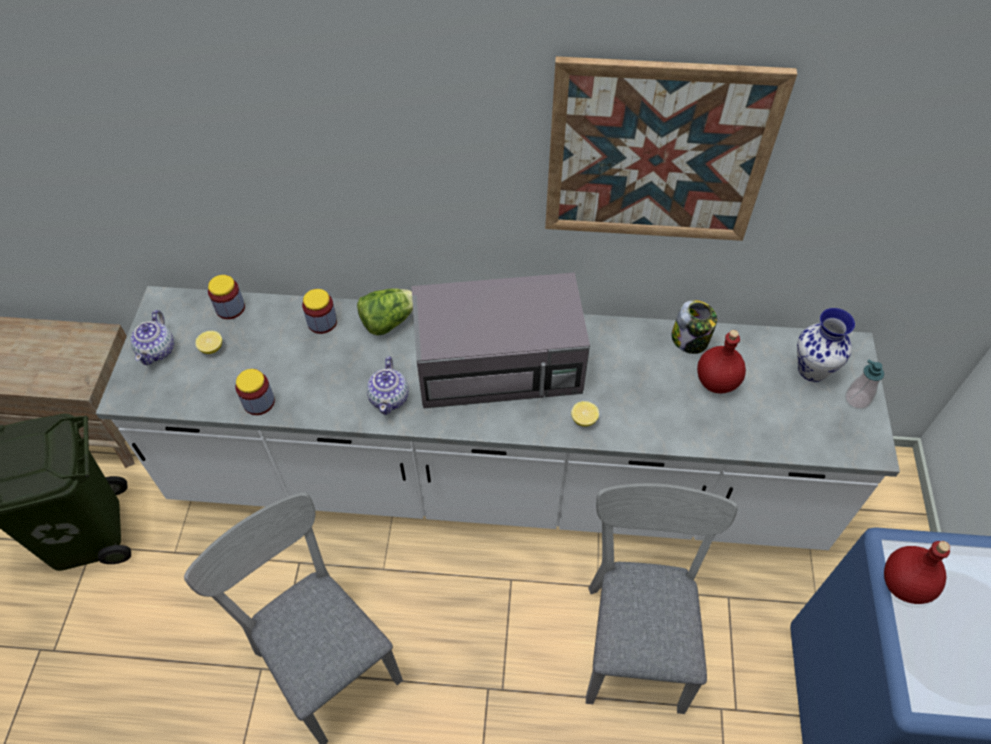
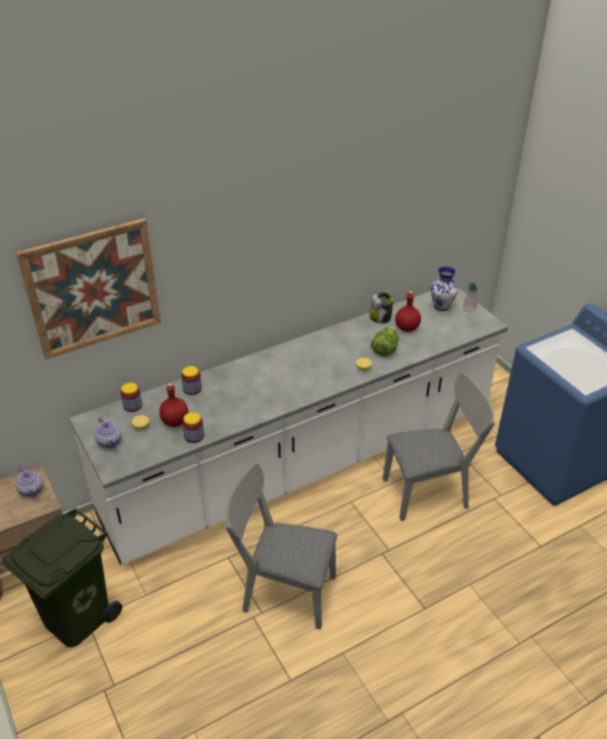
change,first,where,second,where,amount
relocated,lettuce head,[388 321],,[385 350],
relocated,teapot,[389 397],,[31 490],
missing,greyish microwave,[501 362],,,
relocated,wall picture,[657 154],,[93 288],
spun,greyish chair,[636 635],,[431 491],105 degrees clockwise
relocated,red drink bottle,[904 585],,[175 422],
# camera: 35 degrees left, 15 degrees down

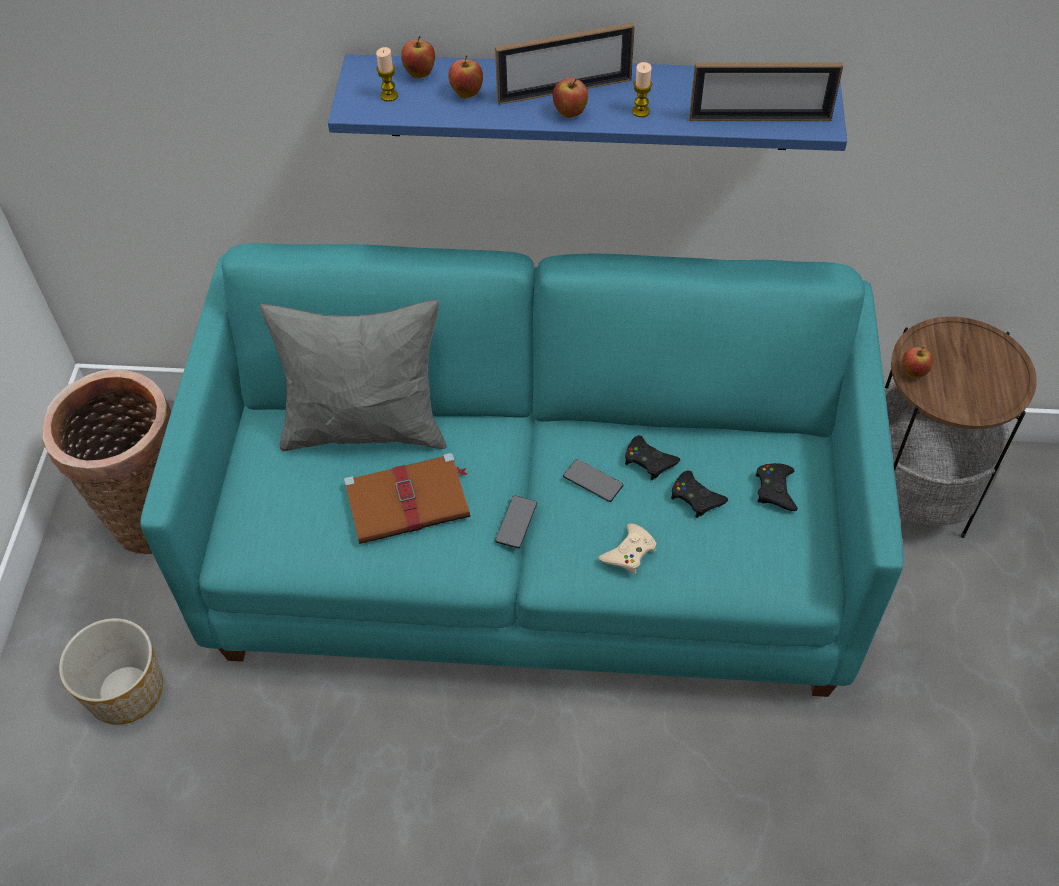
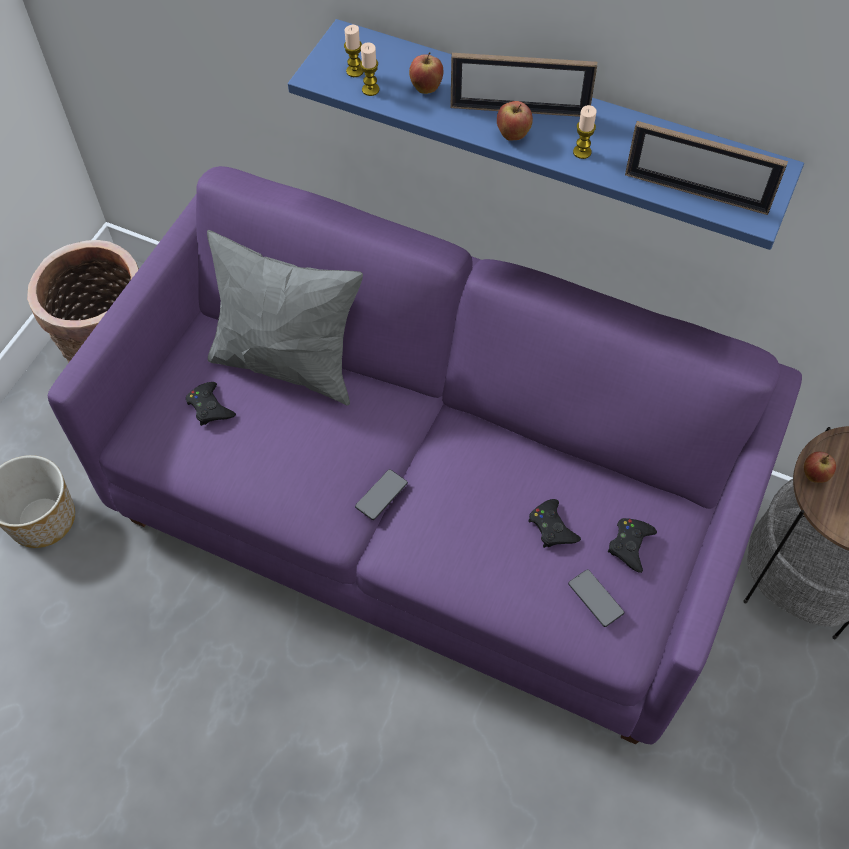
change,first,where,second,where,amount
colour,turquoise-coloured sofa,[532 549],purple sofa,[426 512],
missing,brown-coloured bound book,[409 501],,,
missing,whole apple,[420 74],,,
relocated,phone,[593 481],,[595 598],
missing,beige-coloured gamepad,[629 552],,,
relocated,blackish gamepad,[649 461],,[210 407],
appeared,,,wax light,[370 89],
# camera: 20 degrees right, 5 degrees up

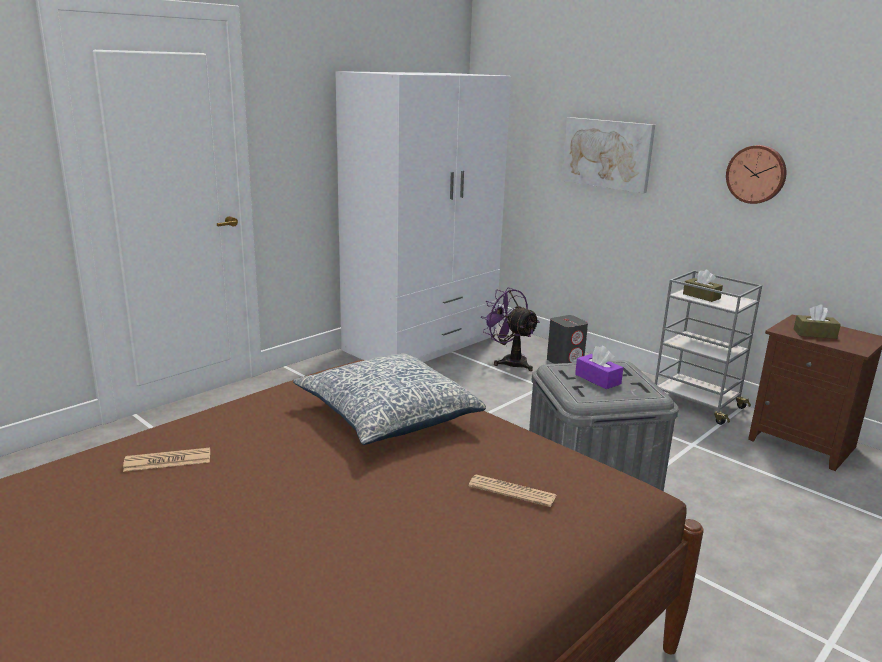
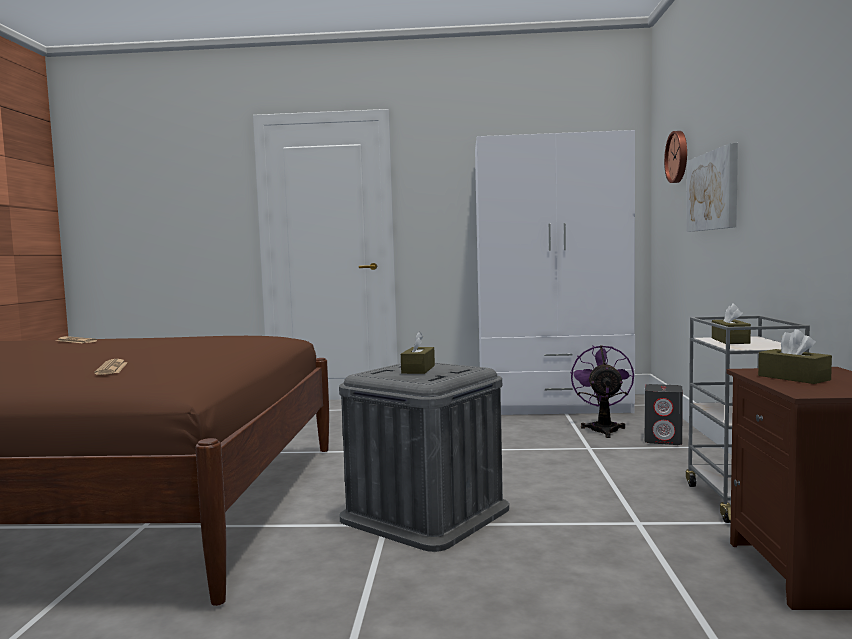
change,first,where,second,where,amount
missing,throw pillow,[386 416],,,
colour,purple tissue box,[597 379],brown-coloured tissue box,[418 369],
relocated,clock on the wall,[756 174],,[678 157],
# camera: 50 degrees right, 15 degrees down

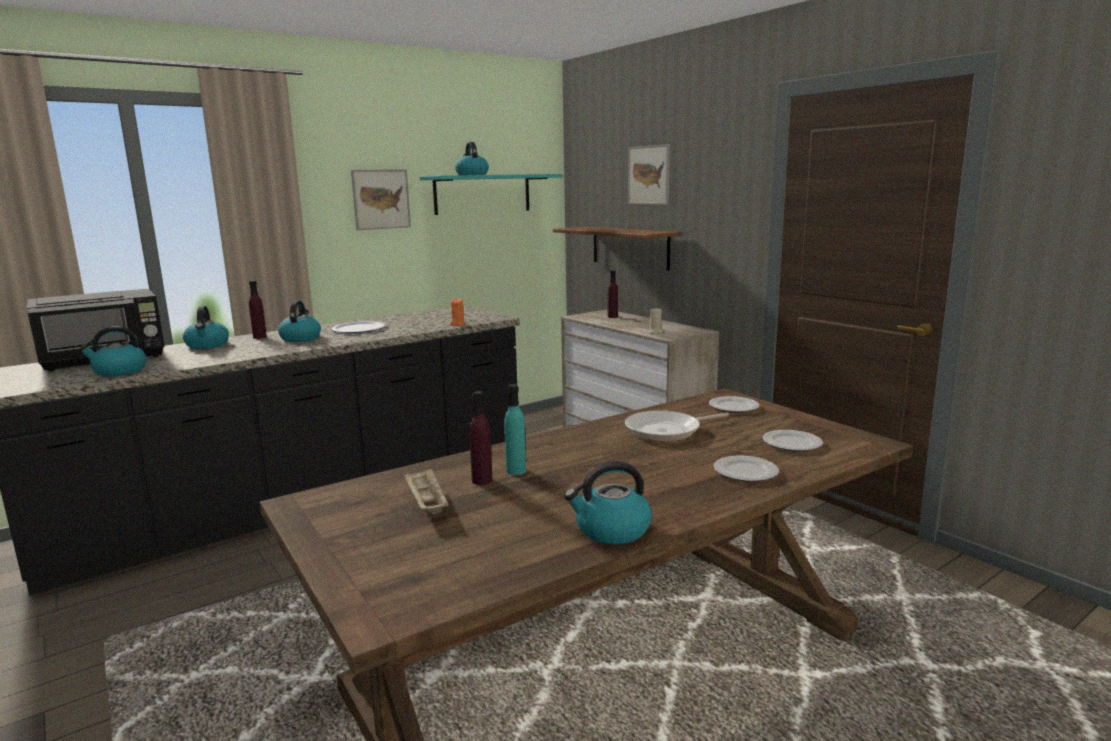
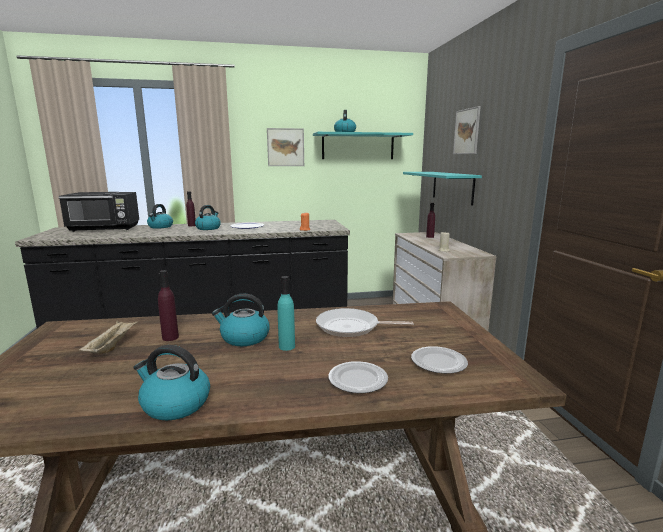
change,first,where,second,where,amount
relocated,kettle,[119 371],,[244 338],
relocated,turquoise-coloured drink bottle,[516 471],,[287 346],
colour,brown-coloured shelf,[630 247],turquoise-coloured shelf,[452 187],
missing,plate,[734 407],,,
# camera: 25 degrees right, 0 degrees up

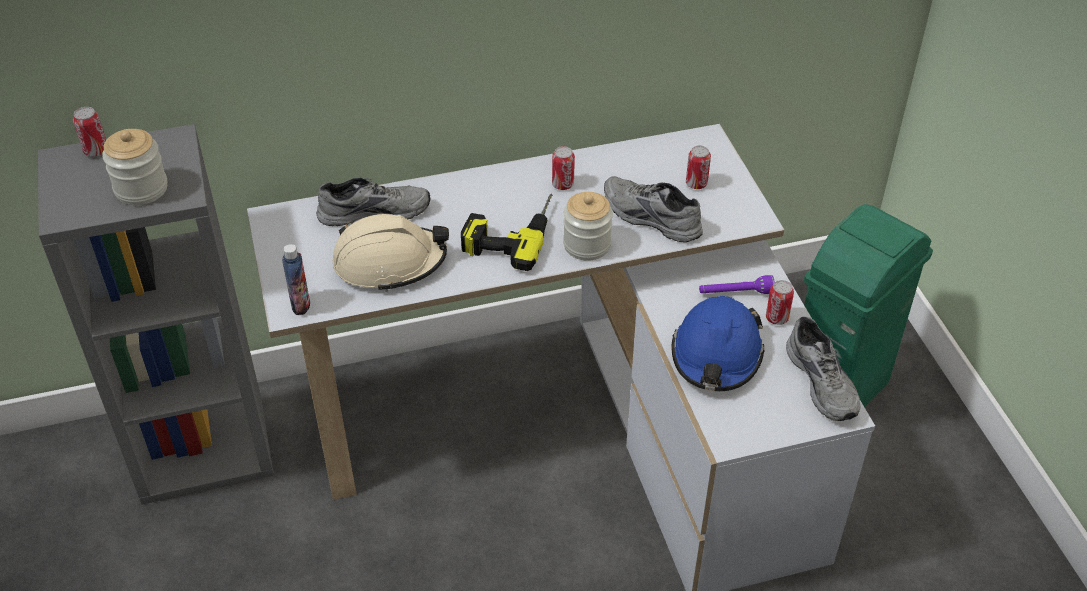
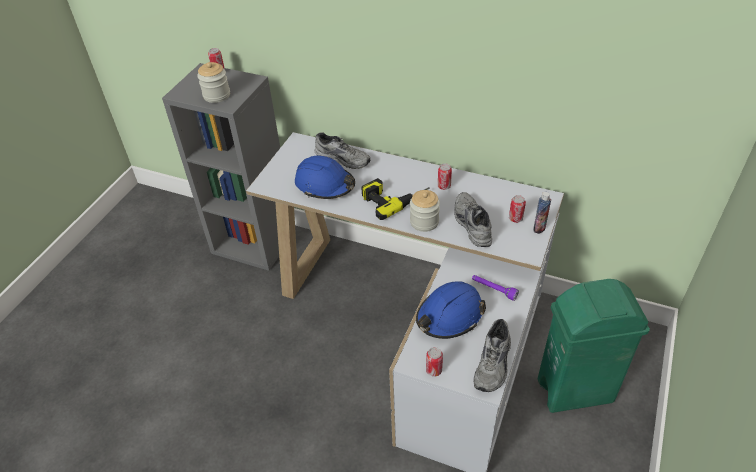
change,first,where,second,where,amount
relocated,drink bottle,[300 305],,[539 228],
colour,beige-coloured work helmet,[390 263],blue-coloured work helmet,[325 185],
relocated,metal can,[776 318],,[434 370],
# camera: 40 degrees right, 0 degrees up

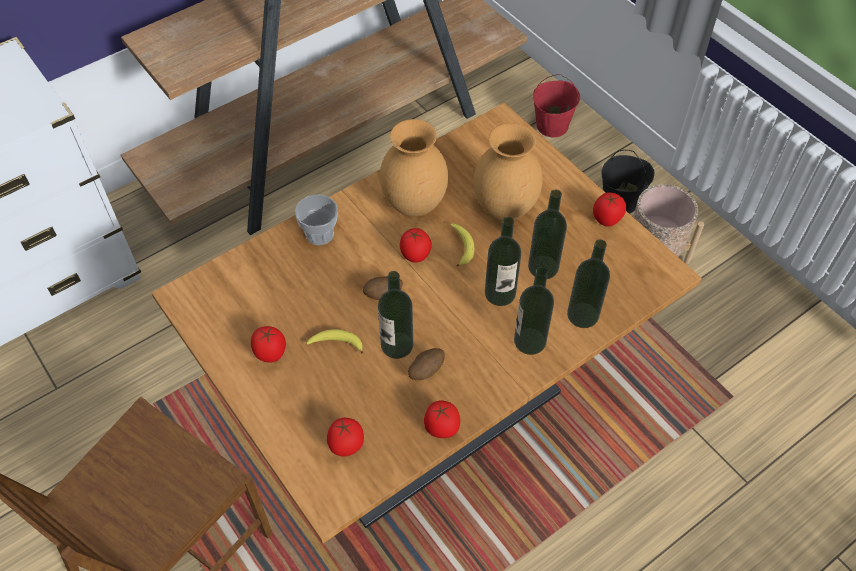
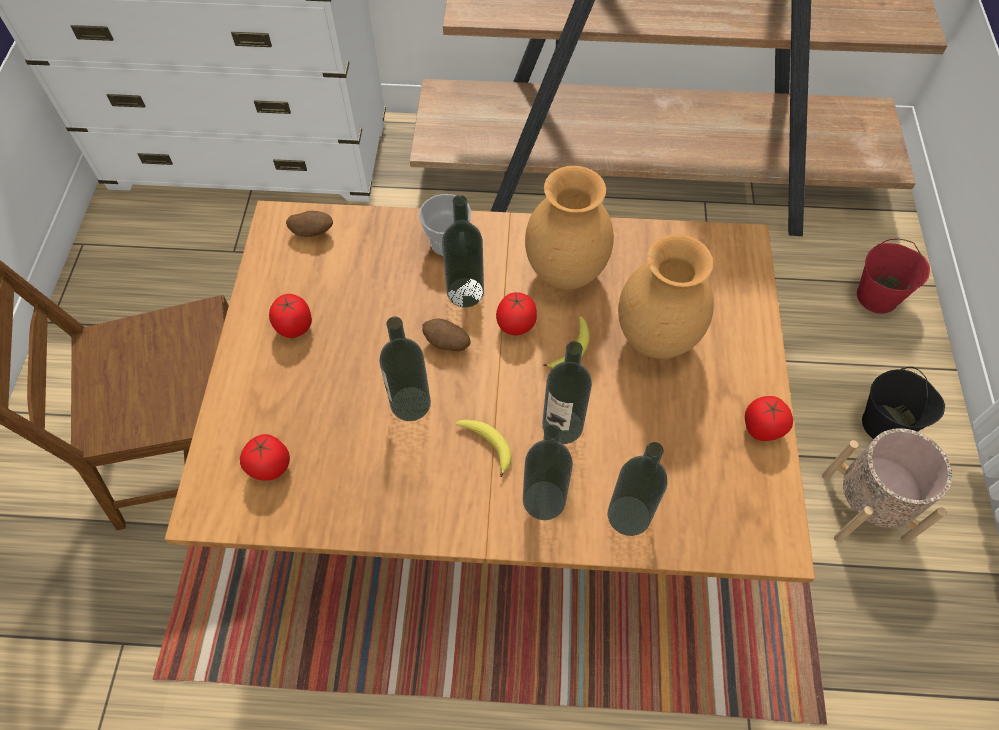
change,first,where,second,where,amount
relocated,whole banana,[336 343],,[487 445],
relocated,whole potato,[426 370],,[313 232],
missing,fresh tomato,[441 428],,,
relocated,drink bottle,[543 267],,[465 292],
# camera: 40 degrees right, 5 degrees up

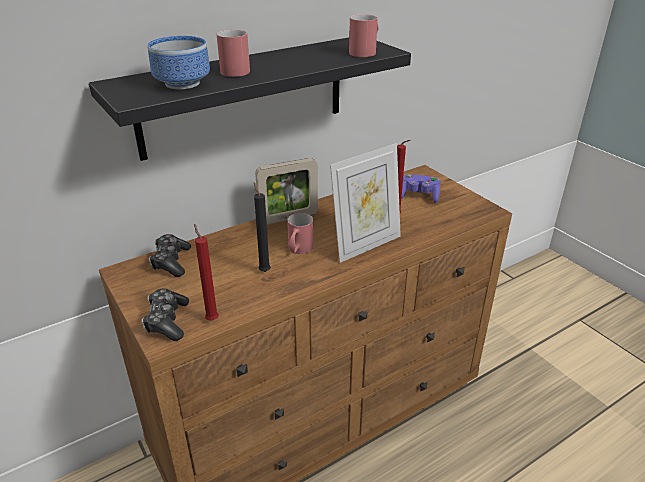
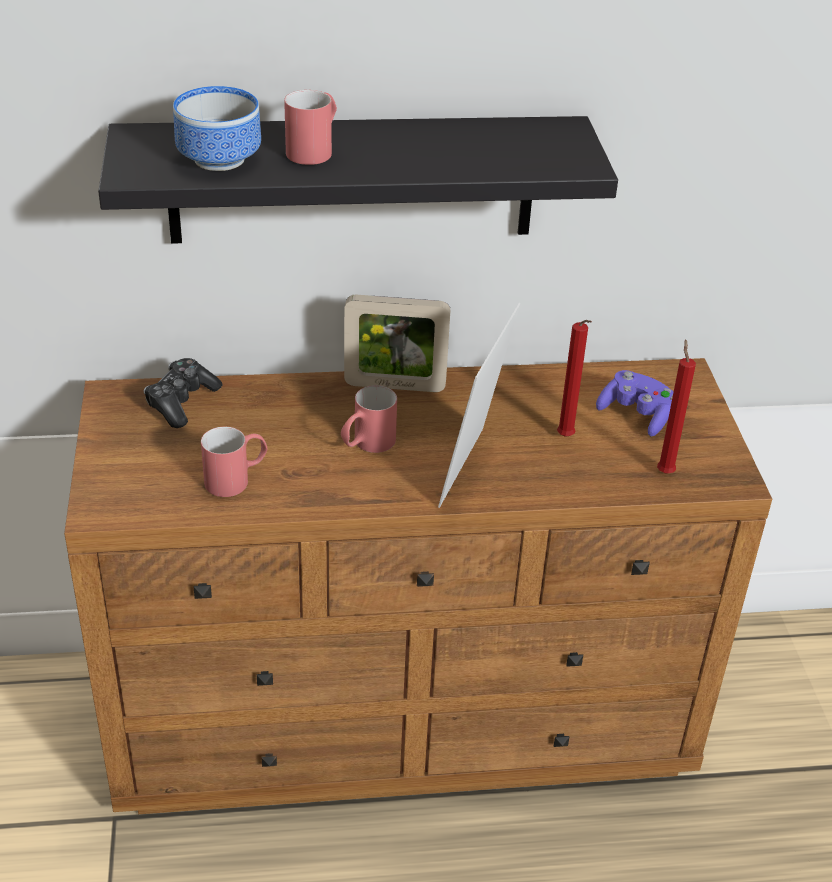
change,first,where,second,where,amount
missing,gamepad,[167 321],,,
relocated,red wax light,[211 319],,[664 471],
missing,blackish wax light,[264 270],,,
spun,photo frame,[365 245],,[473 470],120 degrees clockwise
relocated,red mug,[365 51],,[237 479],
# camera: 25 degrees right, 5 degrees up

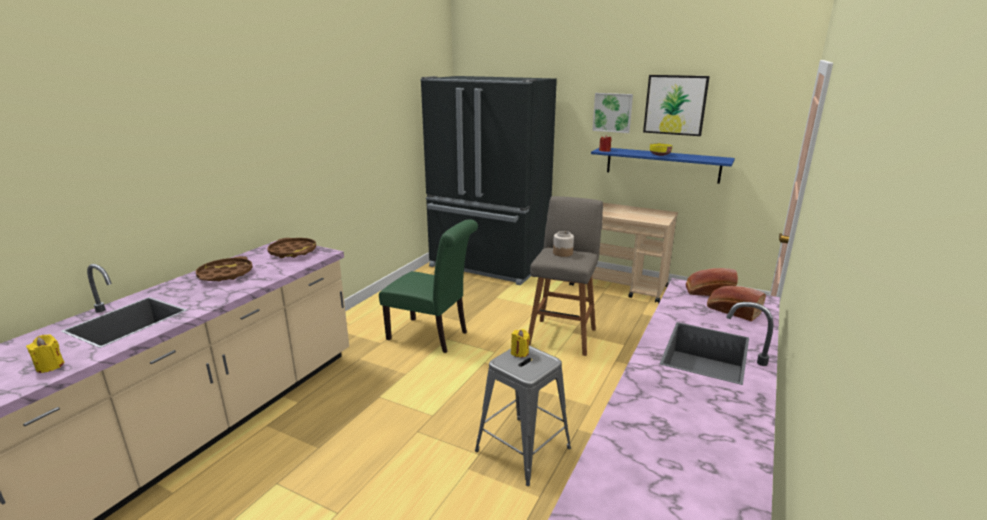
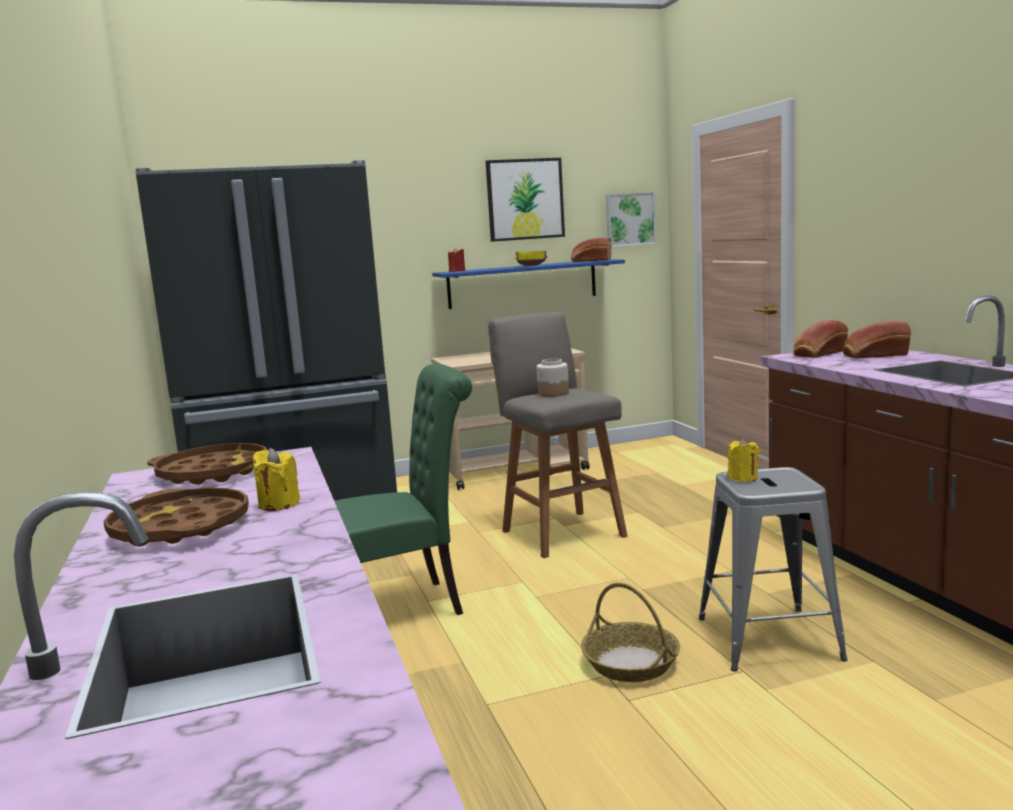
change,first,where,second,where,amount
relocated,yellow-coloured wax light,[50 366],,[279 504],
relocated,wall picture,[612 112],,[629 219],
appeared,,,baked bread,[590 261],
appeared,,,basket,[630 663],
# camera: 45 degrees left, 10 degrees down

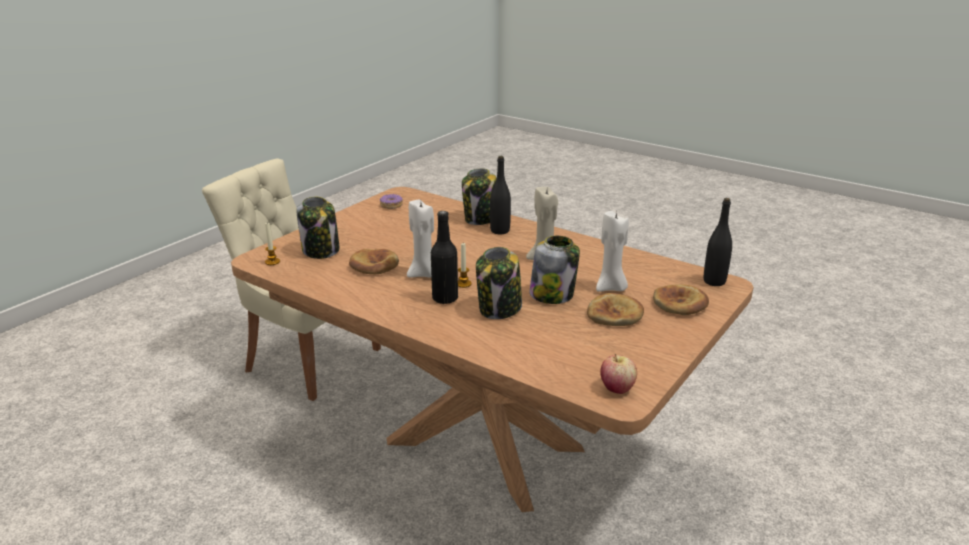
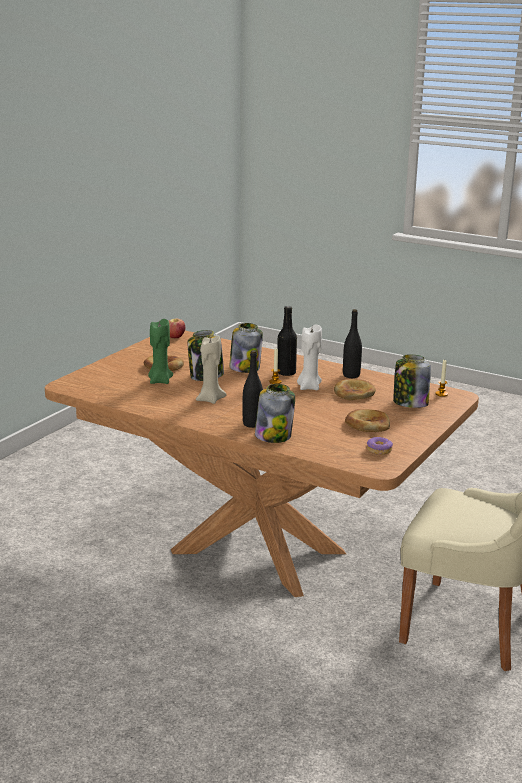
change,first,where,second,where,amount
colour,white wax light,[611 288],green-coloured wax light,[160 381],
relocated,baked bread,[679 304],,[367 424],
relocated,blackish drink bottle,[714 281],,[351 375],
# camera: 175 degrees right, 5 degrees down

